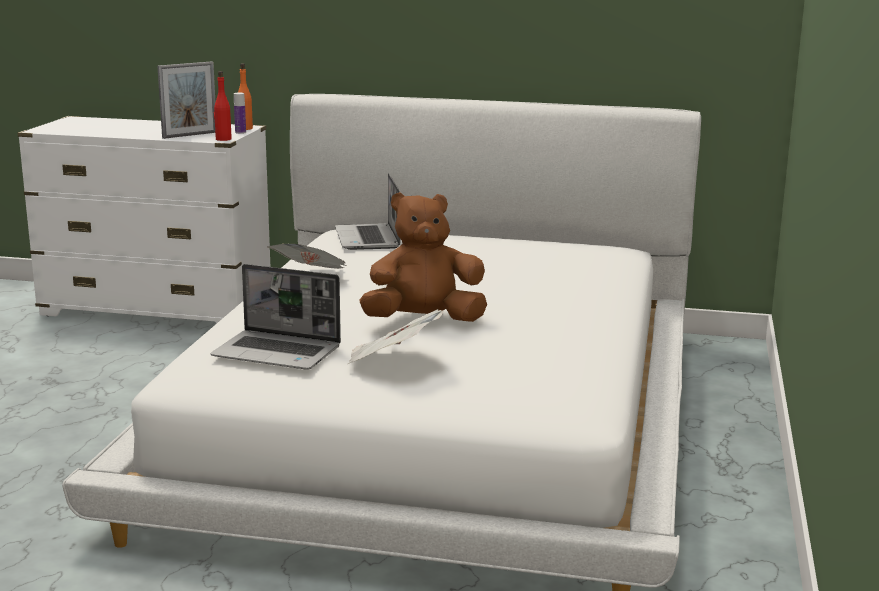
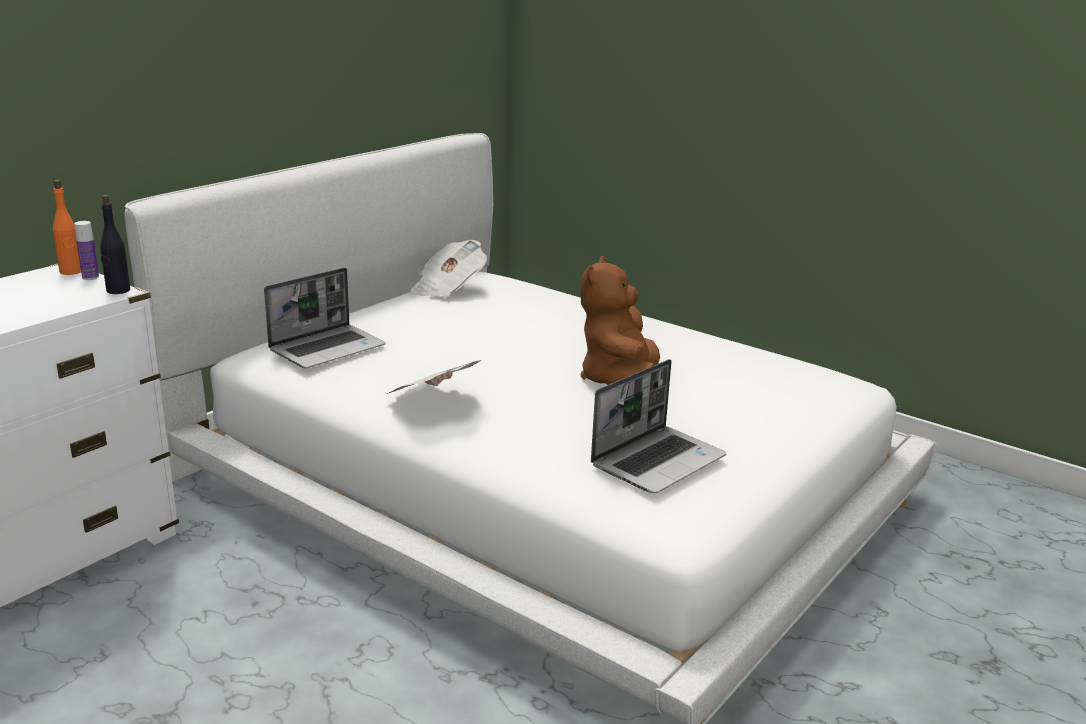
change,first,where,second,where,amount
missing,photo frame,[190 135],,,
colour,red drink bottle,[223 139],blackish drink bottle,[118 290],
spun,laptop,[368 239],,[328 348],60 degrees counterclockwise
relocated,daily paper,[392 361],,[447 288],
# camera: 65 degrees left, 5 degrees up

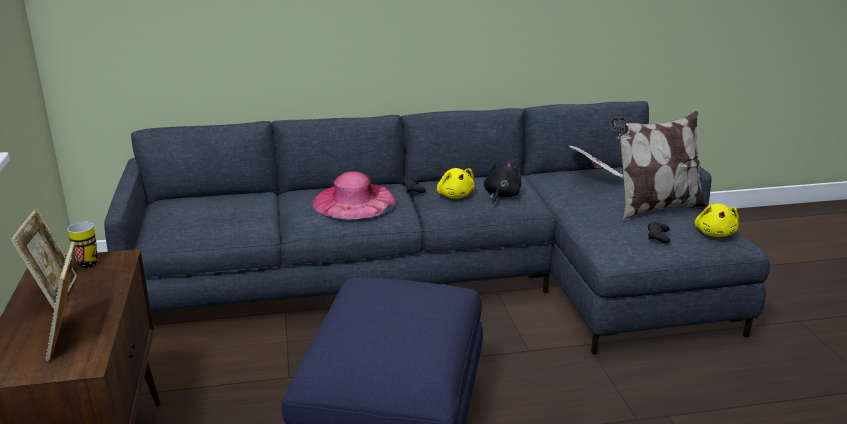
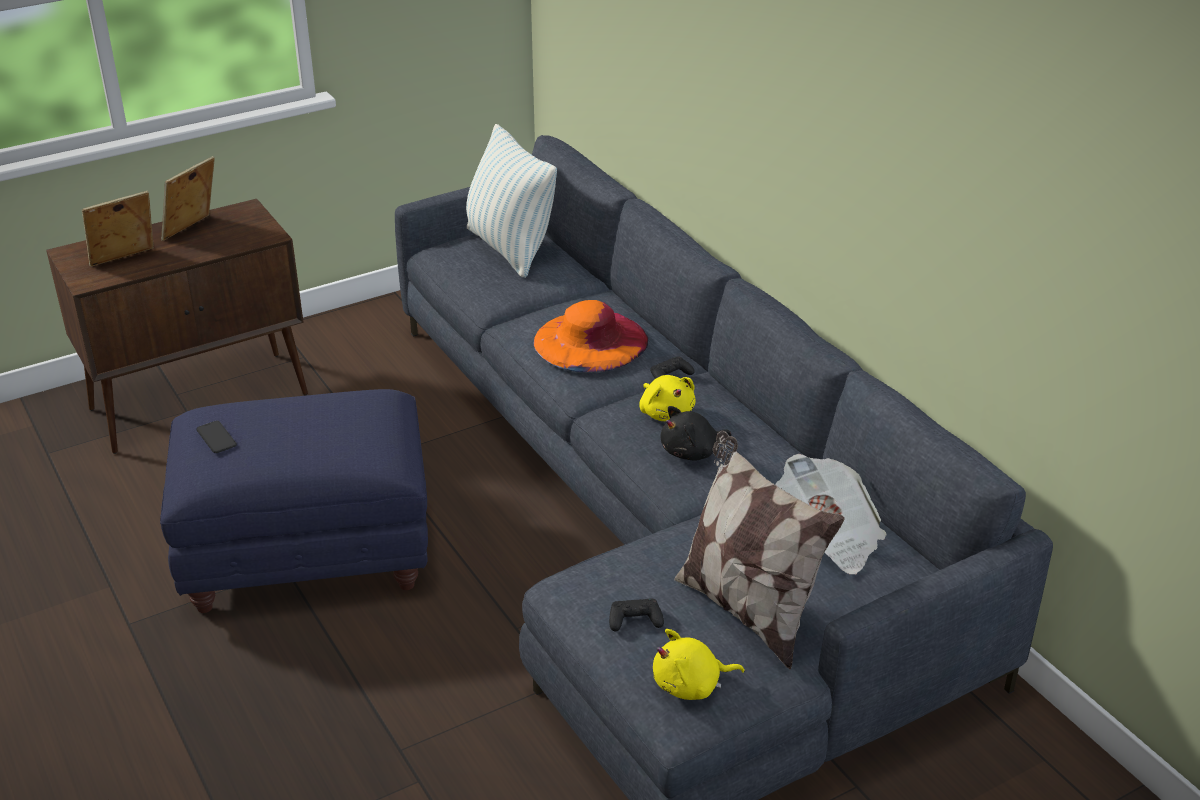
change,first,where,second,where,amount
spun,photo frame,[53 294],,[193 231],150 degrees clockwise
missing,mug,[89 261],,,
colour,pink-coloured wearable hat,[354 201],orangey wearable hat,[590 340],
spun,yellow-coloured cuddly toy,[455 195],,[666 413],75 degrees counterclockwise
spun,blackish cuddly toy,[501 195],,[692 452],150 degrees clockwise
appeared,,,phone,[216 437],
appeared,,,throw pillow,[510 249],
# camera: 70 degrees right, 10 degrees up

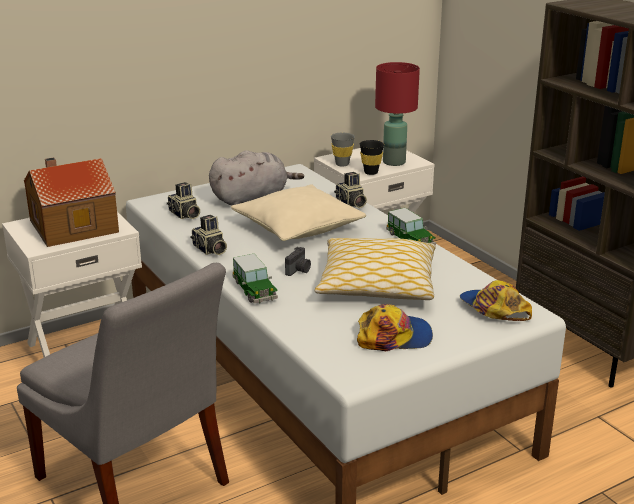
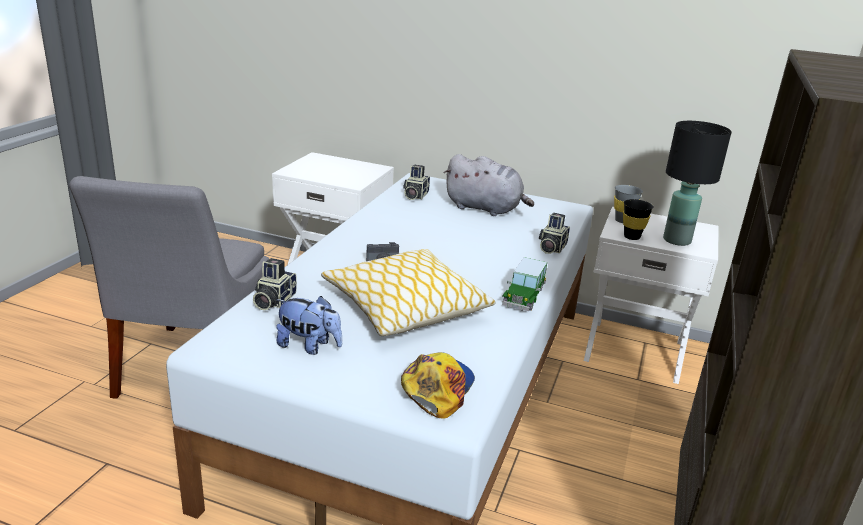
change,first,where,second,where,amount
missing,toy house,[72 226],,,
relocated,still camera,[209 250],,[273 301],
missing,beige-coloured throw pillow,[298 228],,,
missing,toy car,[254 291],,,
exchanged,cap,[394 337],cuddly toy,[309 346],
colour,red lamp for a table,[394 162],blackish lamp for a table,[677 240],
# camera: 50 degrees right, 0 degrees up

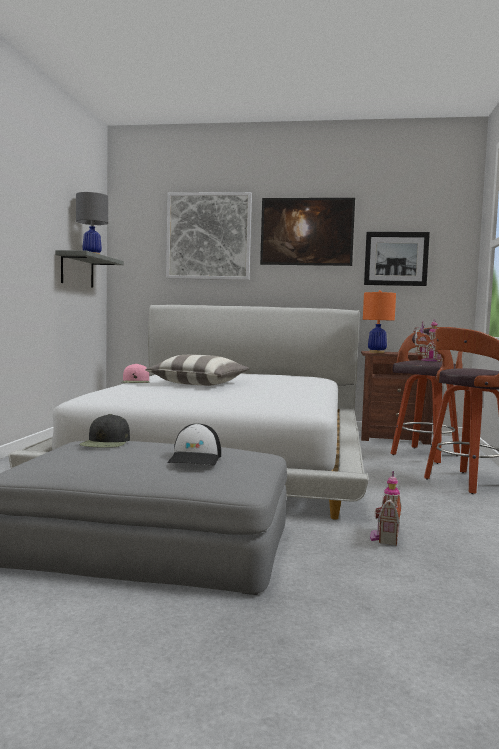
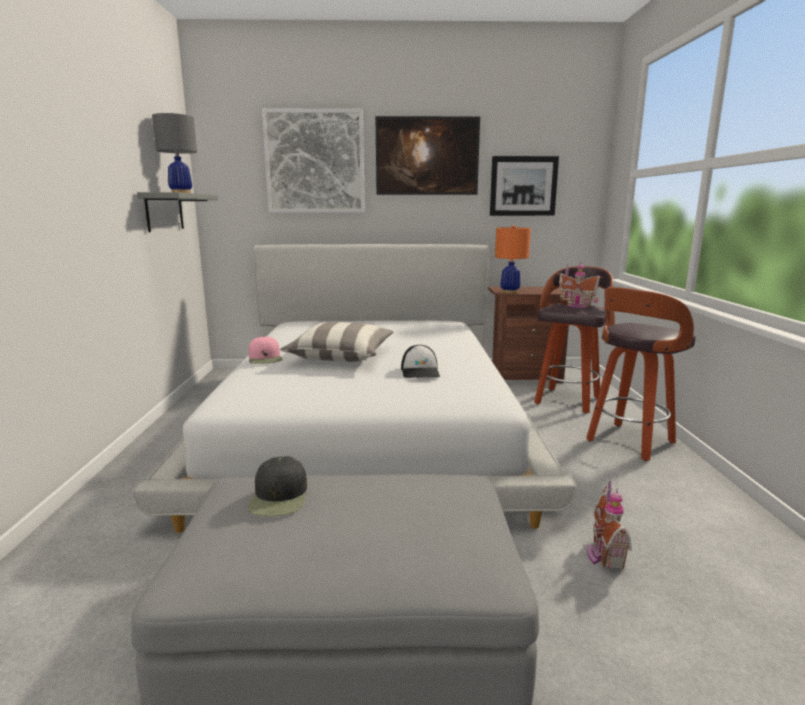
change,first,where,second,where,amount
relocated,cap,[195 458],,[420 372],
# camera: 10 degrees left, 10 degrees up

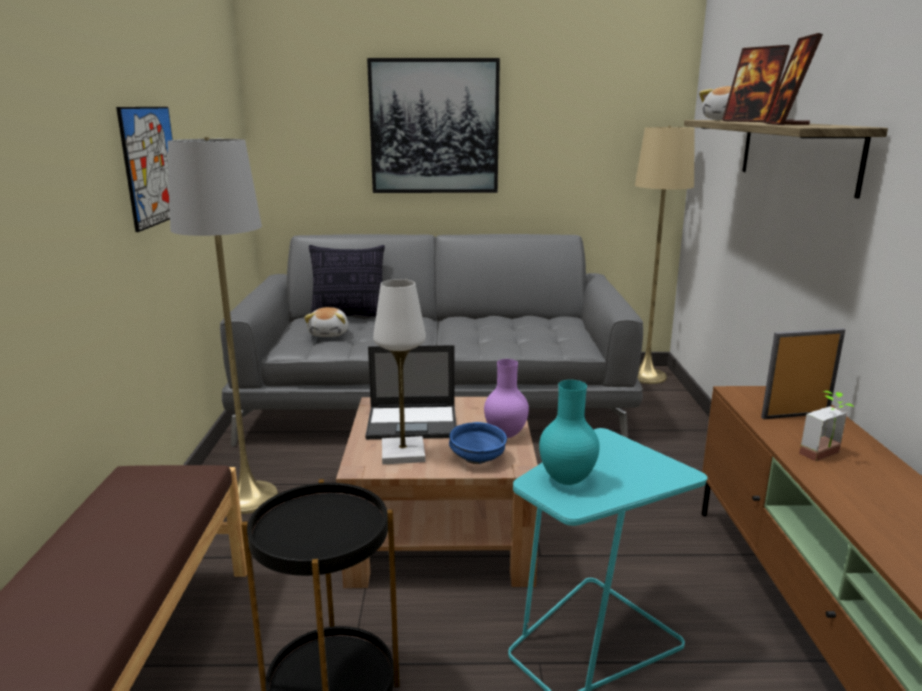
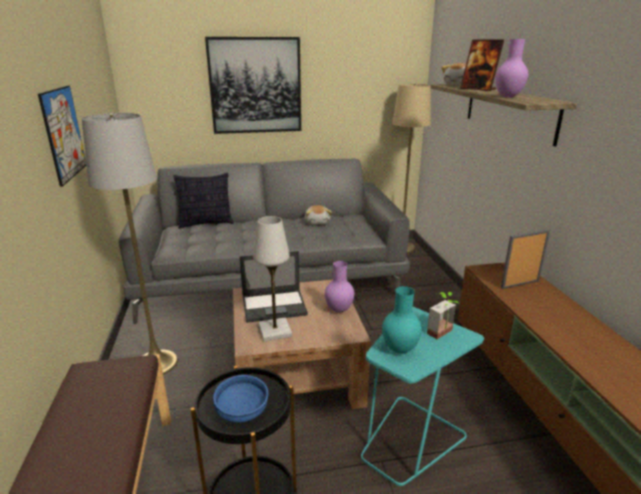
change,first,where,second,where,amount
relocated,cuddly toy,[329 334],,[317 222],
relocated,blue-coloured serving bowl,[478 459],,[242 413],
exchanged,photo frame,[785 124],purple vase,[509 97],
relocated,potted plant,[826 456],,[444 334],
# camera: 10 degrees left, 5 degrees up

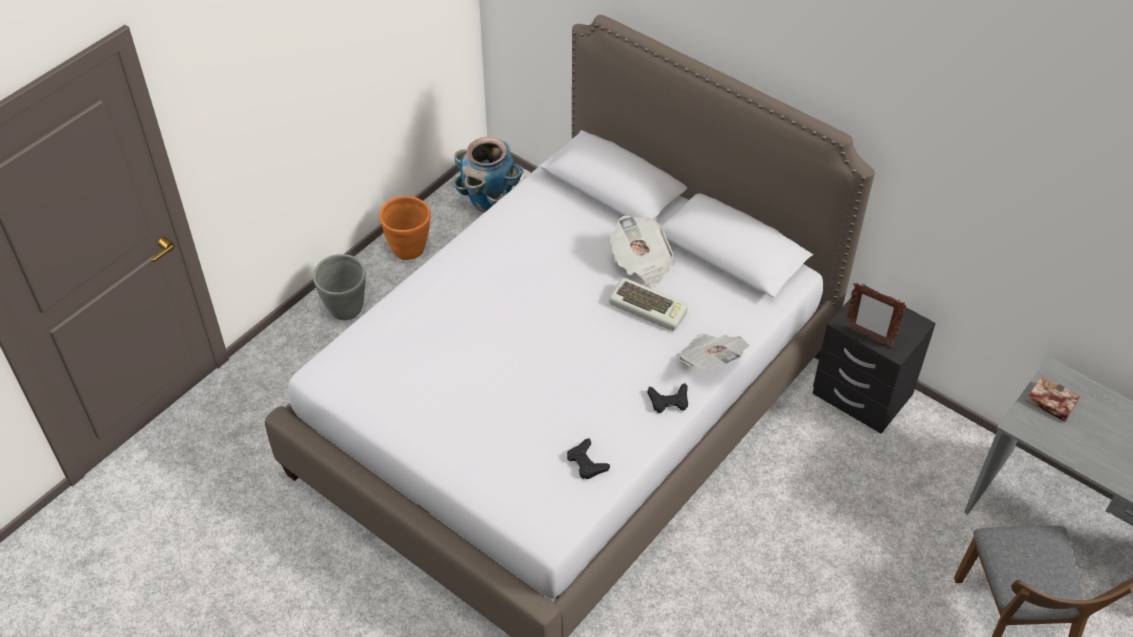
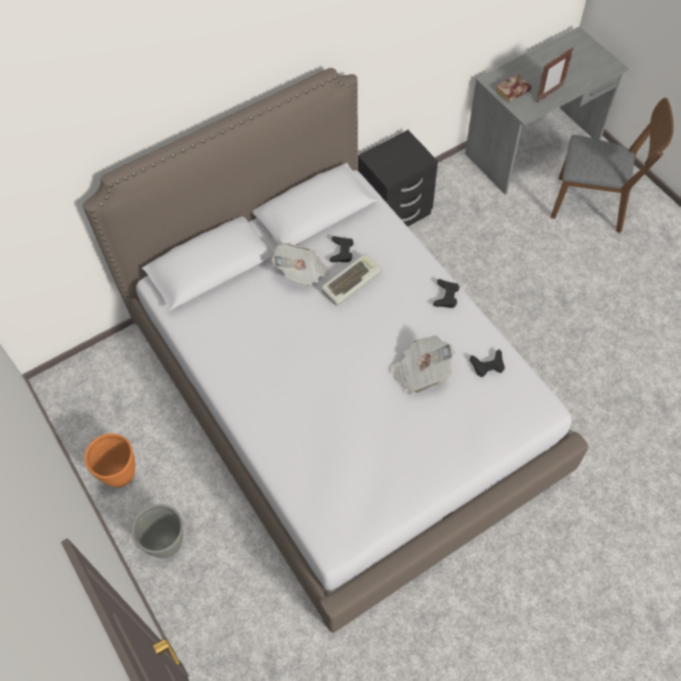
change,first,where,second,where,amount
missing,plant pot,[489 202],,,
relocated,daily paper,[710 362],,[420 372],
relocated,photo frame,[868 336],,[549 94],
appeared,,,blackish gamepad,[342 251],
# camera: 70 degrees left, 10 degrees up

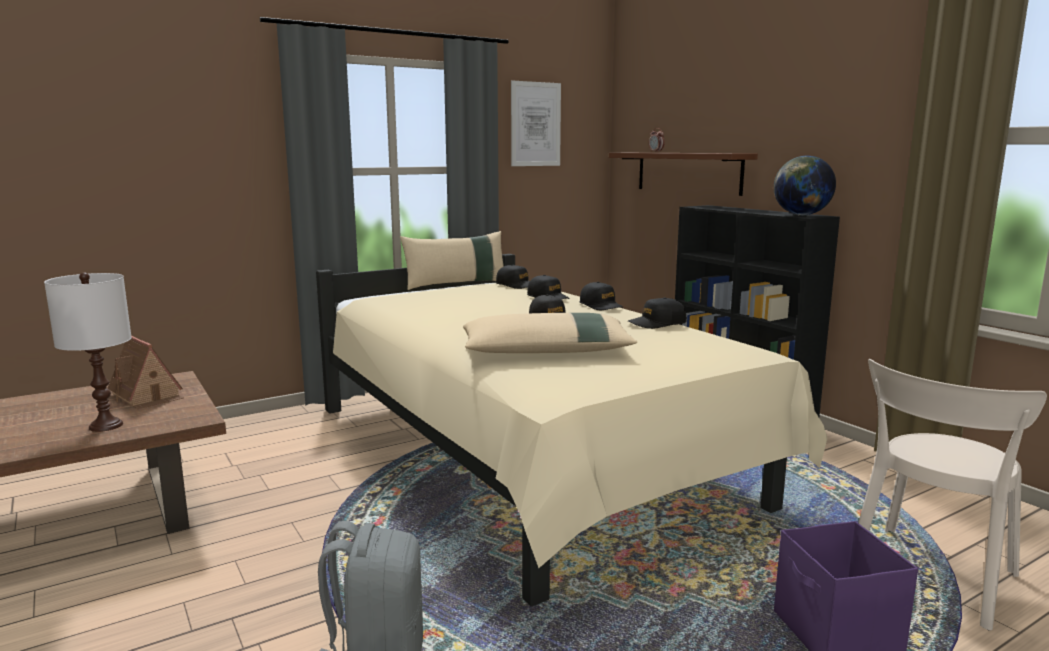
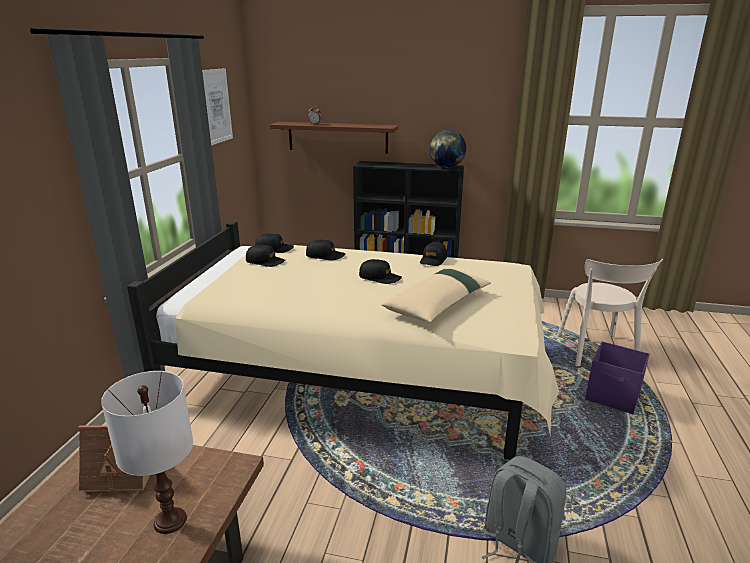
change,first,where,second,where,amount
missing,beige-coloured throw pillow,[456 284],,,
relocated,blackish cap,[601 306],,[265 261],
# camera: 45 degrees left, 10 degrees up

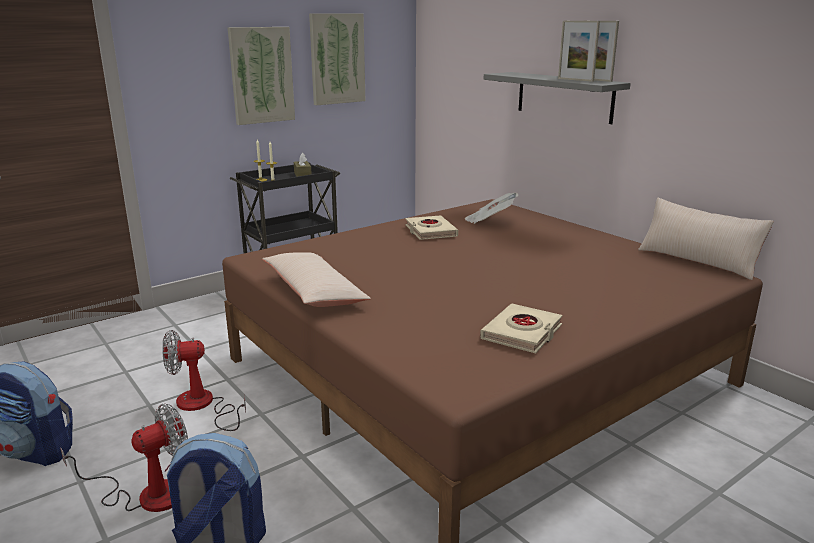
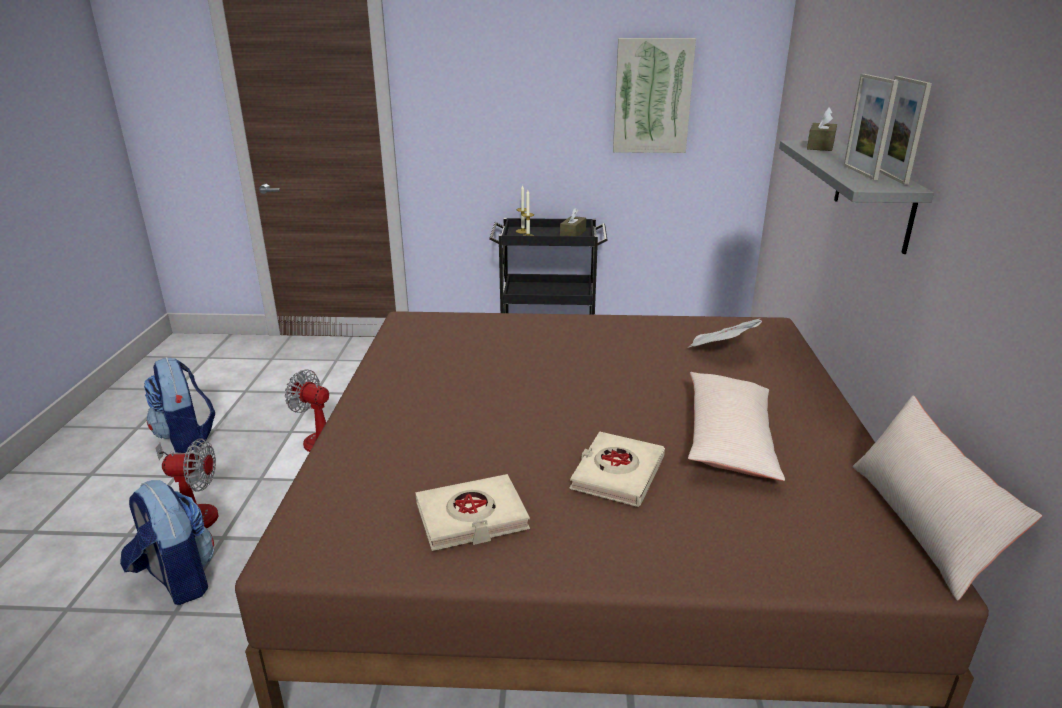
change,first,where,second,where,amount
missing,wall picture,[261 75],,,
relocated,beige-coloured throw pillow,[314 292],,[729 438],
relocated,beige-coloured bound book,[430 231],,[617 474],
appeared,,,brown-coloured tissue box,[820 146],
# camera: 40 degrees right, 5 degrees up

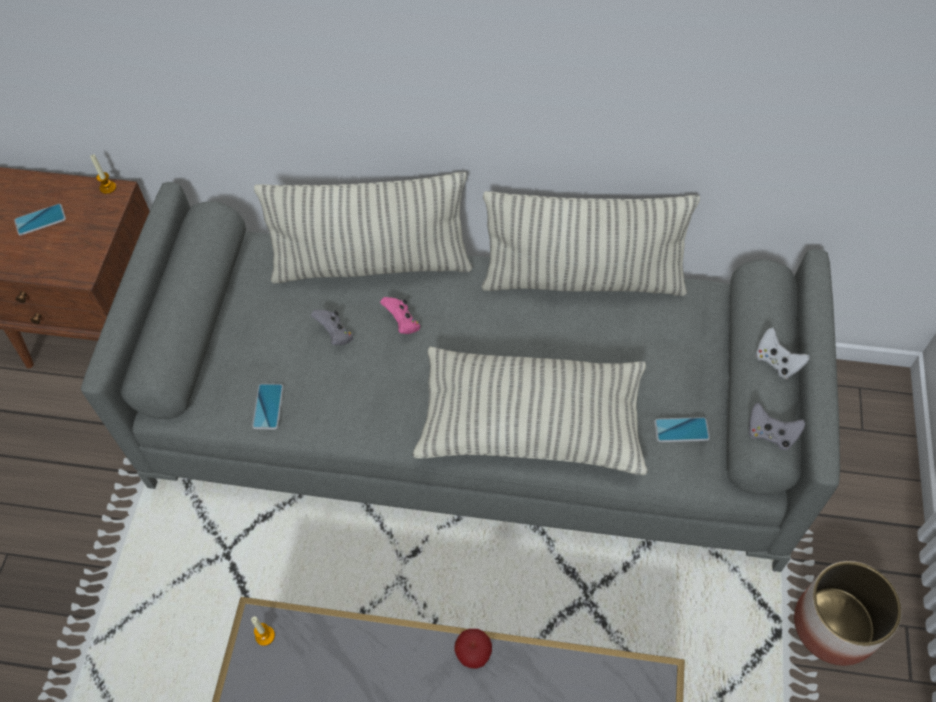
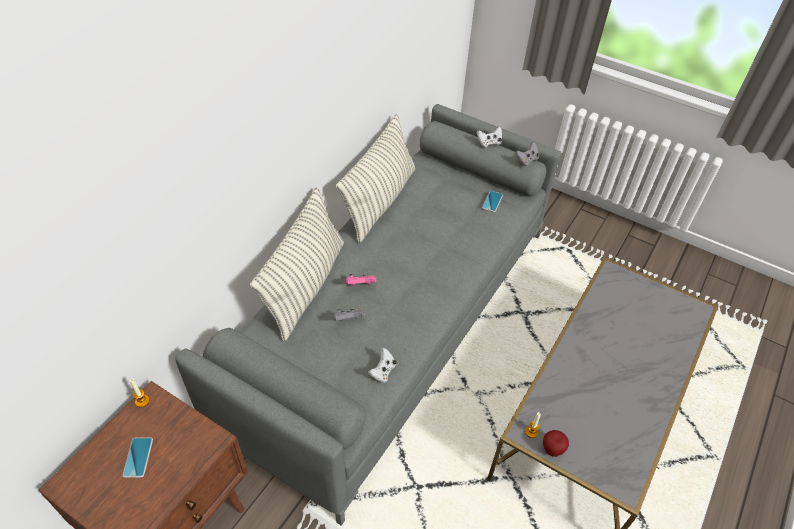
change,first,where,second,where,amount
exchanged,phone,[268 406],white gamepad,[382 372],
missing,throw pillow,[531 424],,,
relocated,whole apple,[473 655],,[552 450],
missing,plant pot,[835 625],,,
# camera: 70 degrees left, 10 degrees down

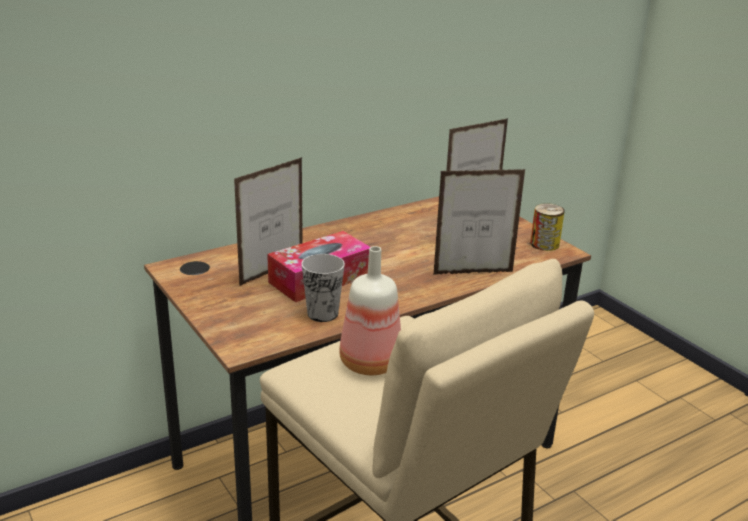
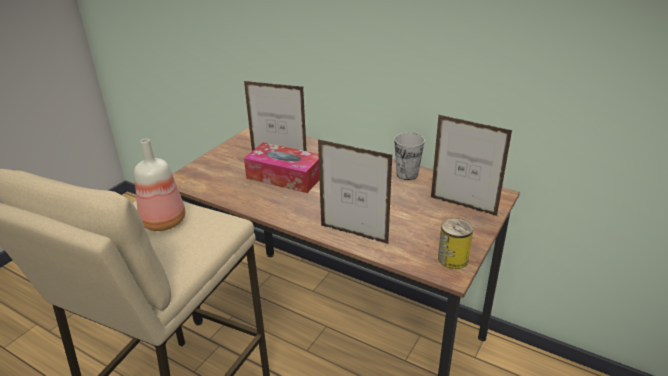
change,first,where,second,where,amount
relocated,drinking cup,[322 314],,[407 174],
spun,photo frame,[472 273],,[354 234],150 degrees clockwise
# camera: 65 degrees right, 5 degrees up

